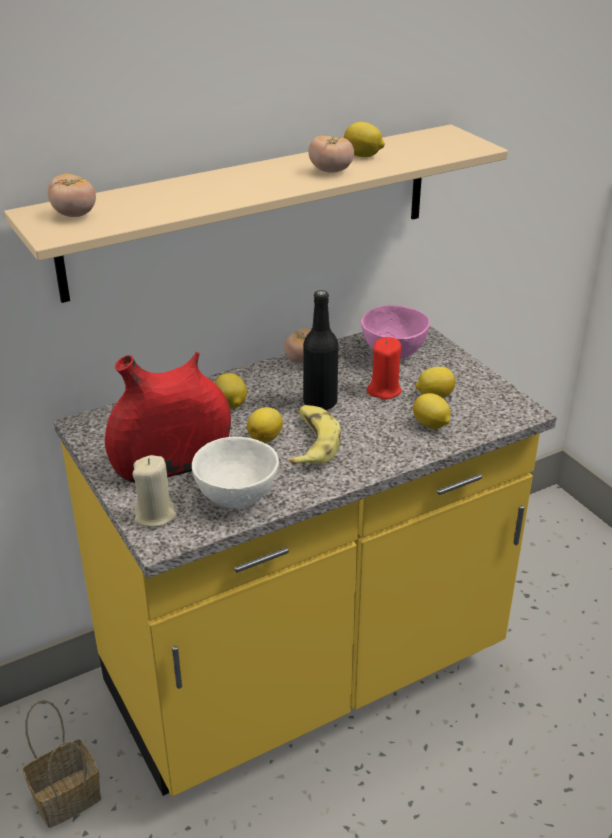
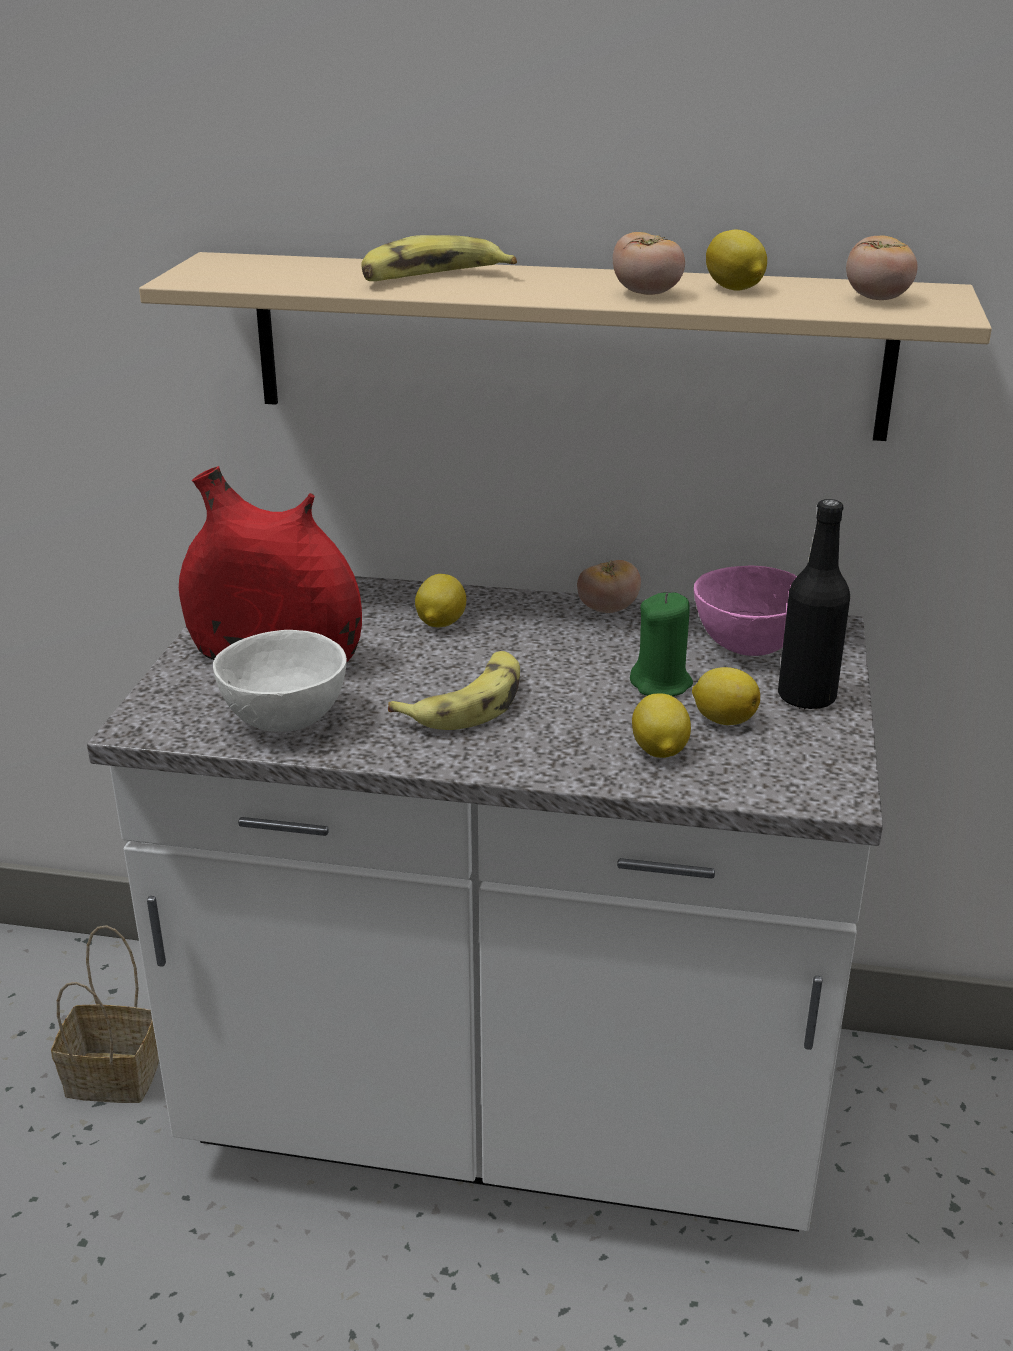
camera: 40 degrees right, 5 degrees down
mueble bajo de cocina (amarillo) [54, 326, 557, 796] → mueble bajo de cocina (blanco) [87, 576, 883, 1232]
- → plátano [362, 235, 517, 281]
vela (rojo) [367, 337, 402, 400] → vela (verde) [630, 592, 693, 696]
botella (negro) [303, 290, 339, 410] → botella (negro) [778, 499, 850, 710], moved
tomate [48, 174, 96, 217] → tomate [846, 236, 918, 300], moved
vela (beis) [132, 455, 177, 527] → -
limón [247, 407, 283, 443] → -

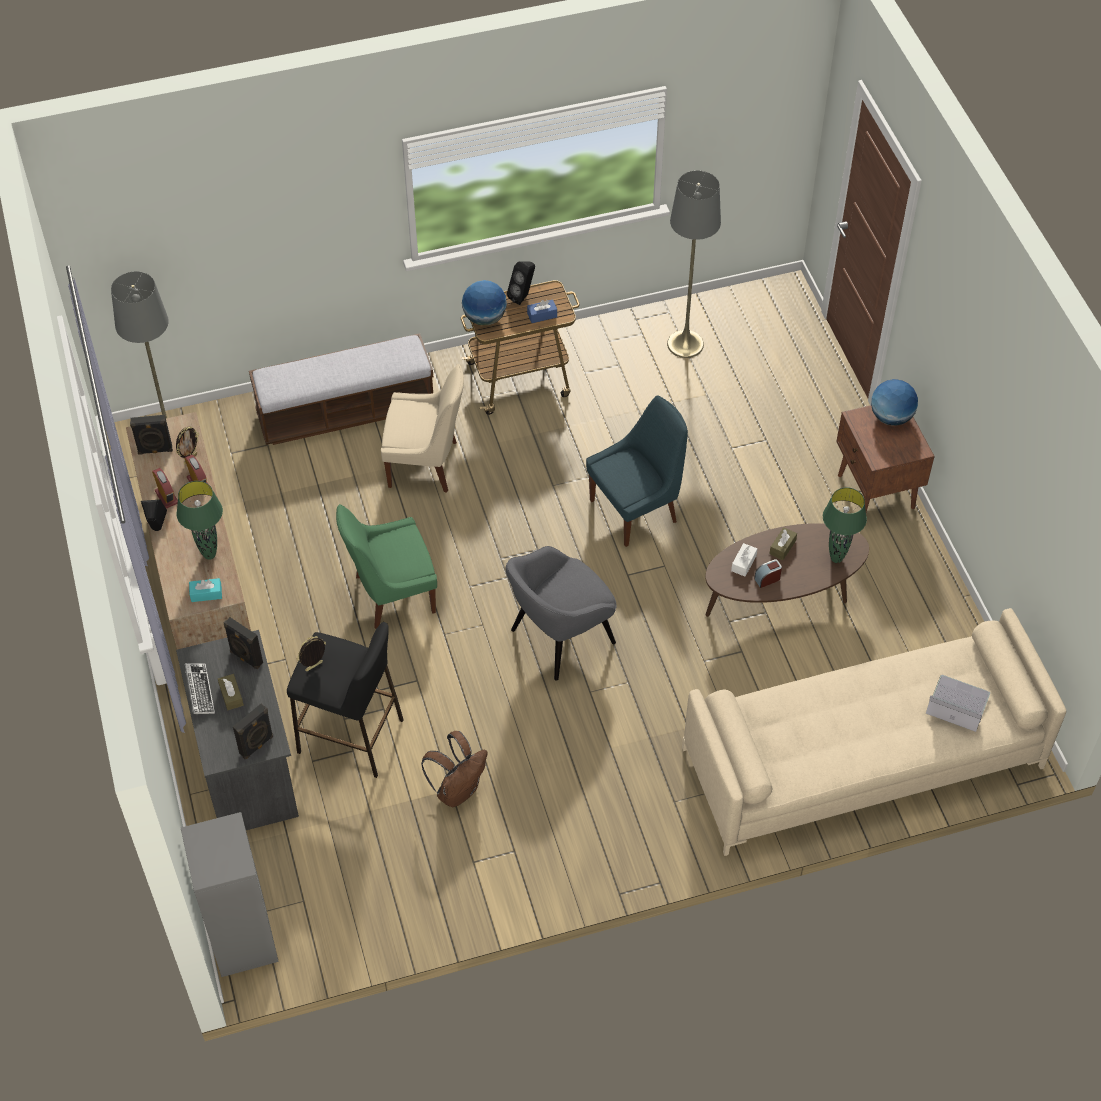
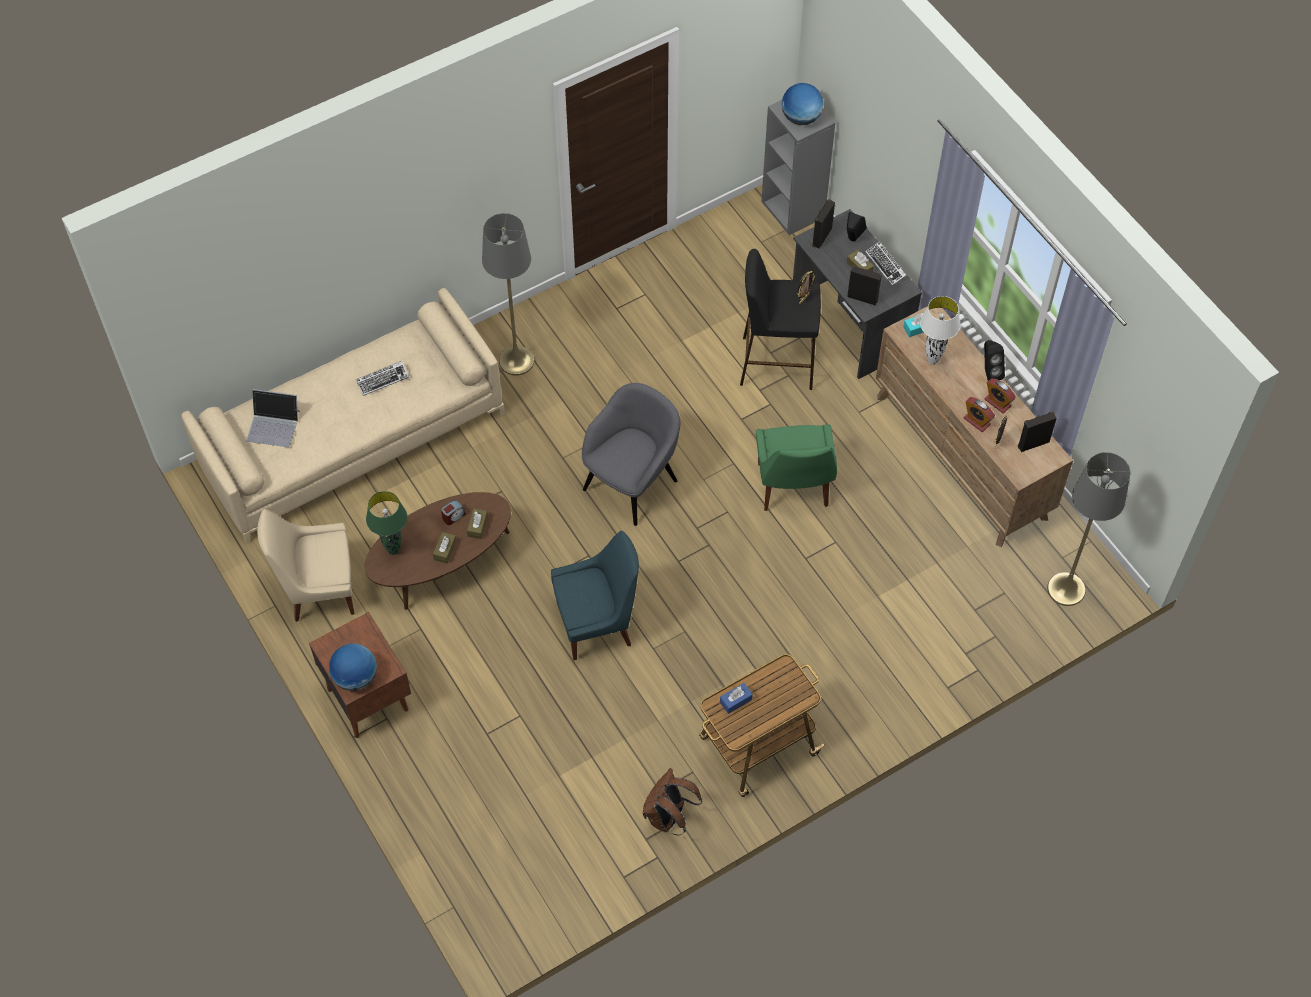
camera: 165 degrees right, 5 degrees up
silla (beis) [381, 364, 464, 493] → silla (beis) [257, 509, 354, 622], moved
- → teclado [356, 361, 409, 396]
caja de pañuelos (blanco) [731, 543, 757, 577] → caja de pañuelos (marrón) [467, 508, 488, 539]
lámpara de pie (gris) [667, 170, 721, 358] → lámpara de pie (gris) [482, 213, 534, 375], moved
silla (azul) [586, 395, 688, 547] → silla (azul) [551, 531, 639, 660], 150 degrees counterclockwise
mochila (marrón) [421, 731, 488, 808] → mochila (marrón) [643, 768, 702, 836], moved
silla (verde) [336, 504, 437, 629] → silla (verde) [756, 424, 837, 511], 120 degrees clockwise
globo terráqueo [462, 280, 507, 325] → globo terráqueo [782, 83, 823, 125], moved
altavoz (negro) [507, 261, 535, 305] → altavoz (negro) [847, 212, 867, 241], moved
lámpara de mesa (verde) [177, 481, 223, 560] → lámpara de mesa (blanco) [920, 296, 961, 365]
banco [249, 333, 433, 445] → -

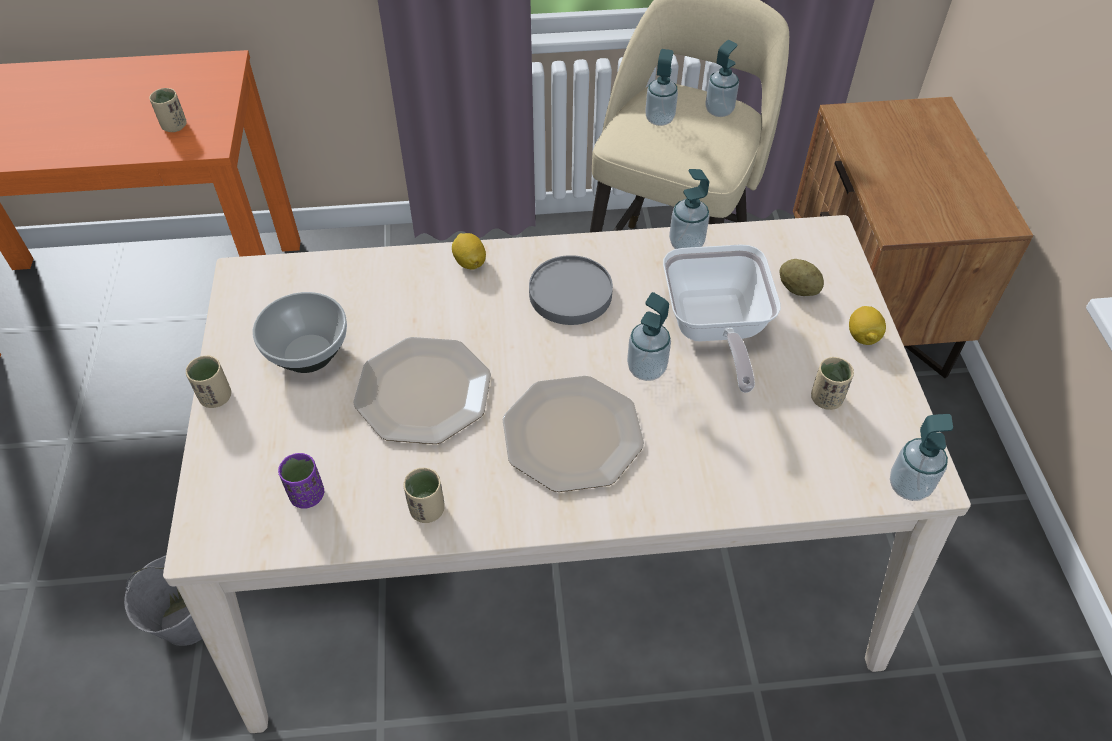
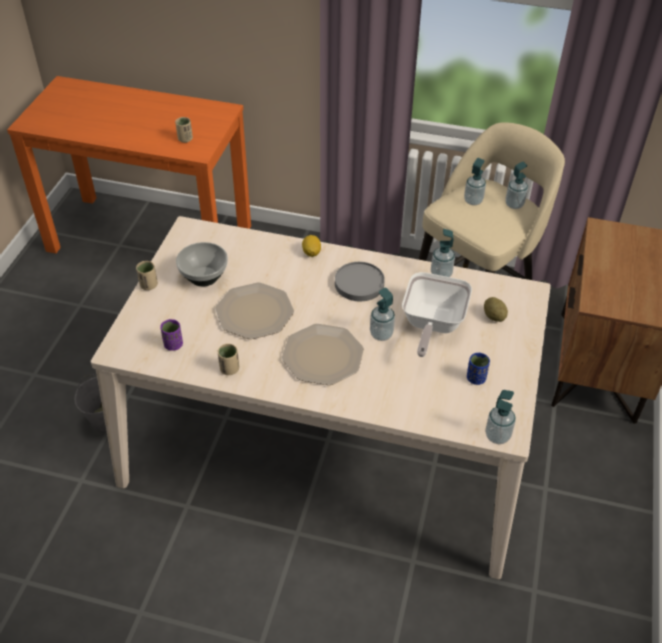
camera: 20 degrees right, 5 degrees down
taza (beis) [811, 357, 854, 410] → taza (azul) [467, 353, 490, 385]
limón [849, 306, 886, 345] → -

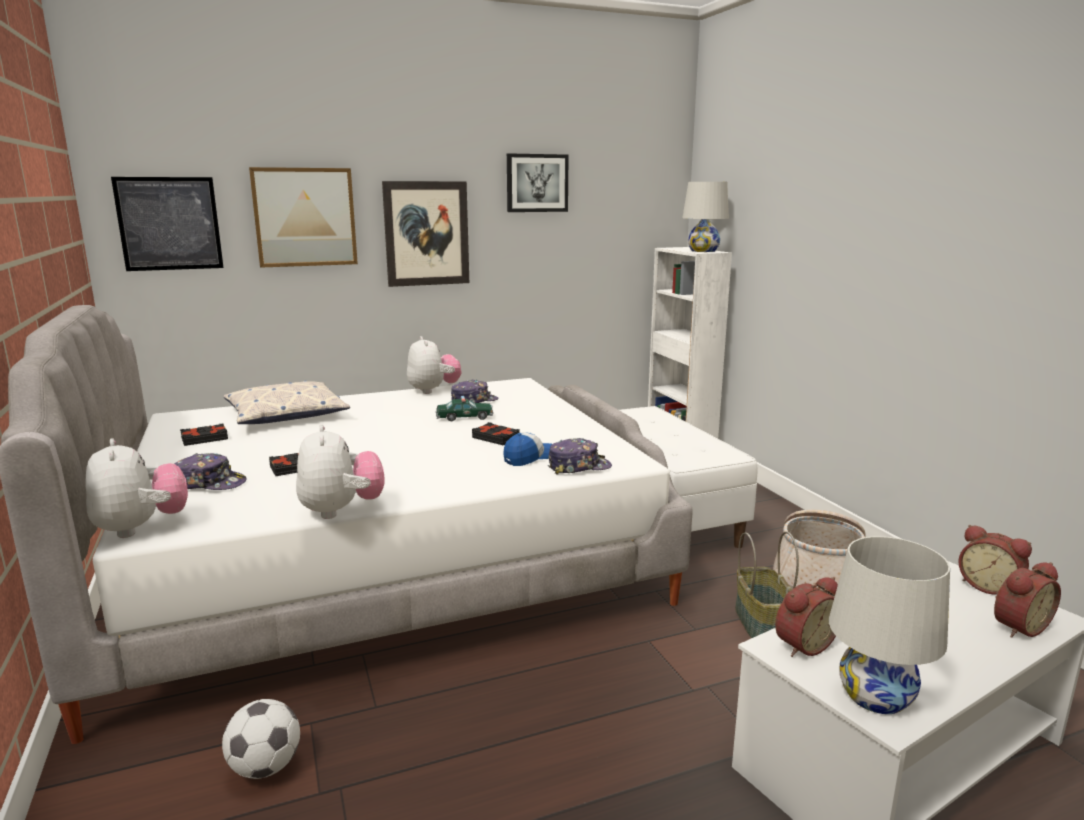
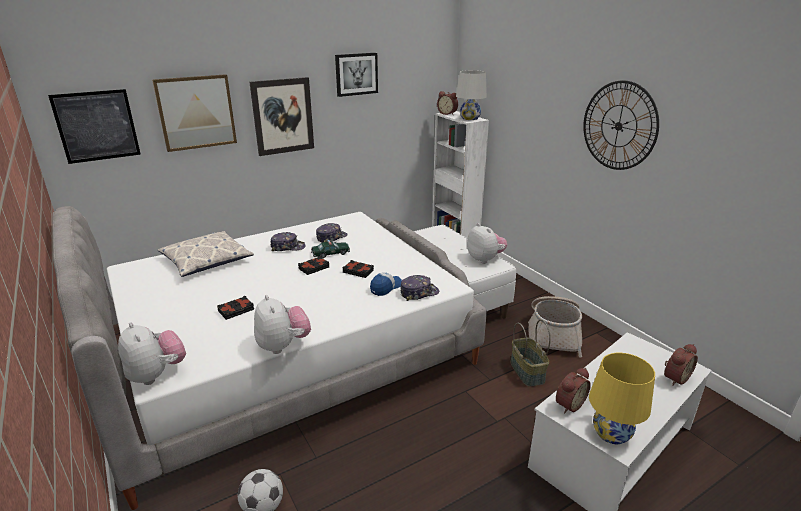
camera: 10 degrees left, 10 degrees up
gorra [175, 453, 247, 490] → gorra [271, 232, 306, 251], moved
libro (negro) [180, 423, 228, 446] → libro (negro) [298, 256, 329, 275], moved
despertador [958, 525, 1032, 595] → despertador [437, 91, 458, 115], moved
peluche [407, 336, 462, 394] → peluche [467, 223, 507, 264], moved
- → reloj de pared [583, 81, 659, 170]
lámpara de mesa (blanco) [829, 536, 950, 714] → lámpara de mesa (amarillo) [589, 353, 655, 444]

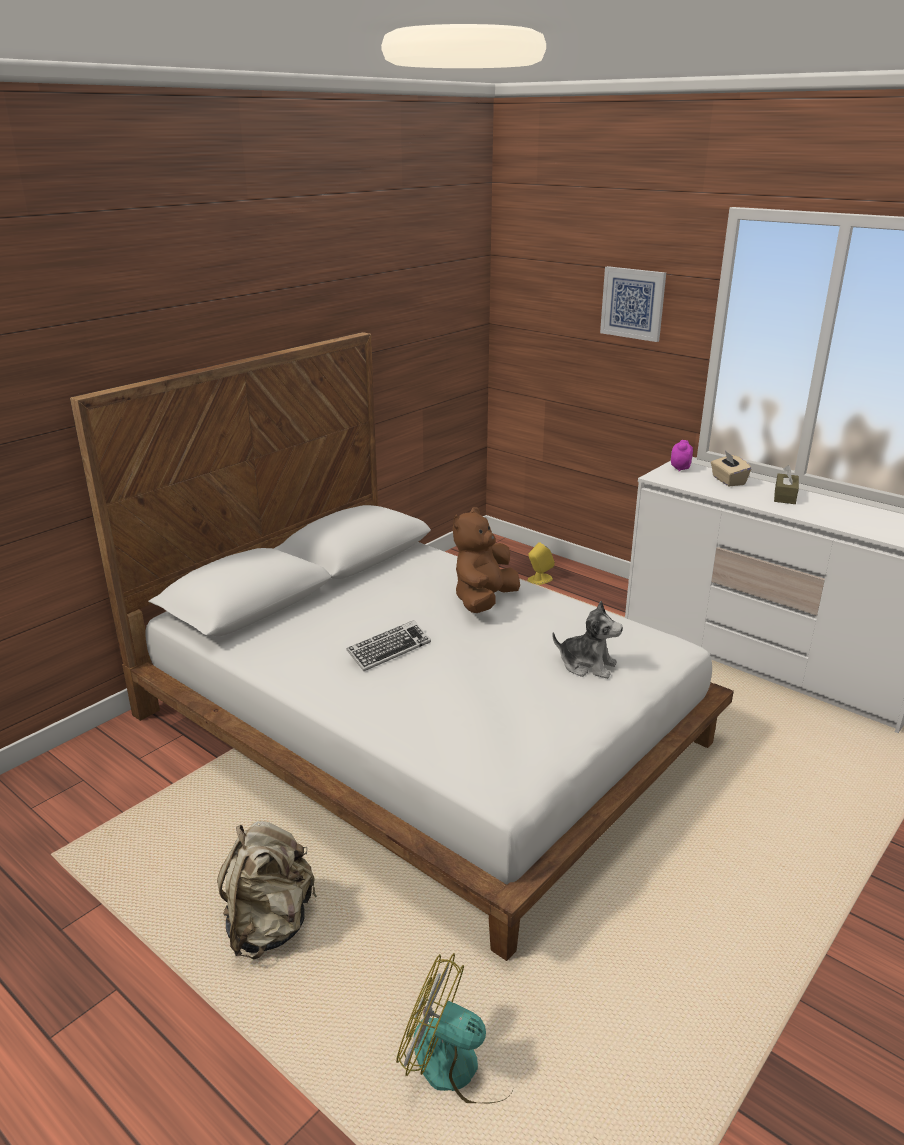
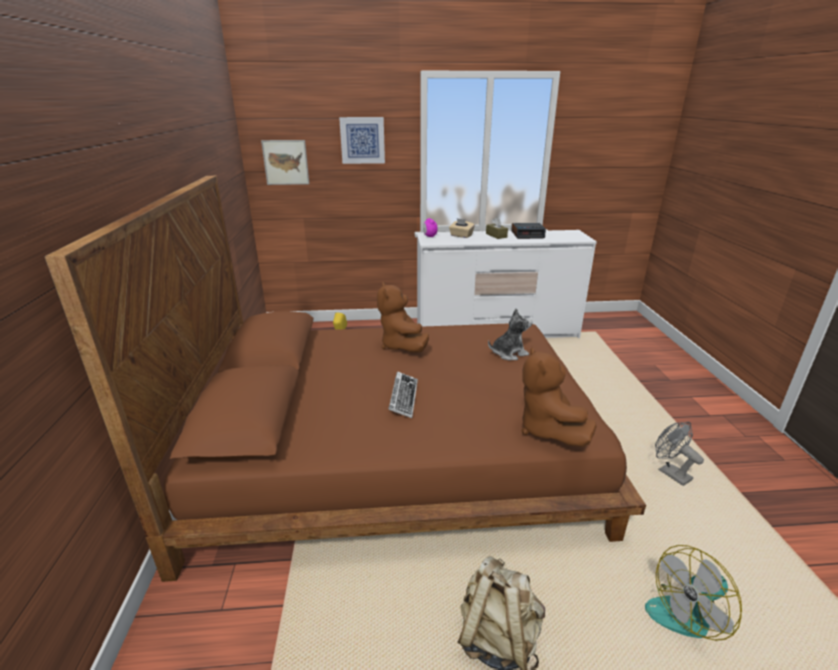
camera: 45 degrees left, 0 degrees up
cama (blanco) [70, 332, 734, 961] → cama (marrón) [44, 176, 646, 582]
- → cuadro [261, 140, 309, 185]
- → despertador [511, 223, 546, 239]
- → peluche (marrón) [521, 347, 597, 447]
- → ventilador (gris) [655, 422, 704, 486]

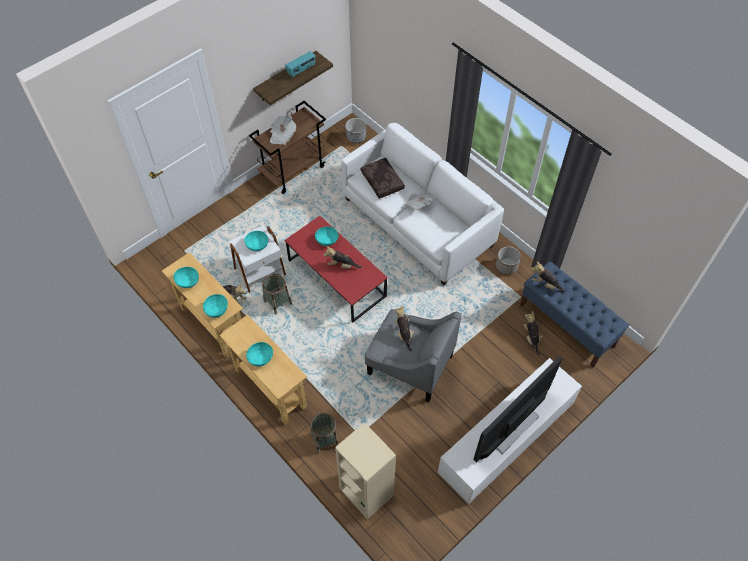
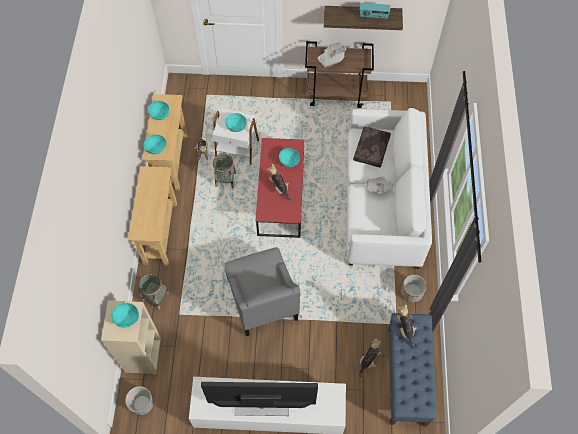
camera: 45 degrees right, 5 degrees up
cuenco (turquesa) [246, 342, 273, 366] → cuenco (turquesa) [111, 303, 139, 328], moved
maceta [345, 118, 367, 144] → maceta [125, 386, 154, 415], moved
peluche [395, 305, 415, 351] → -

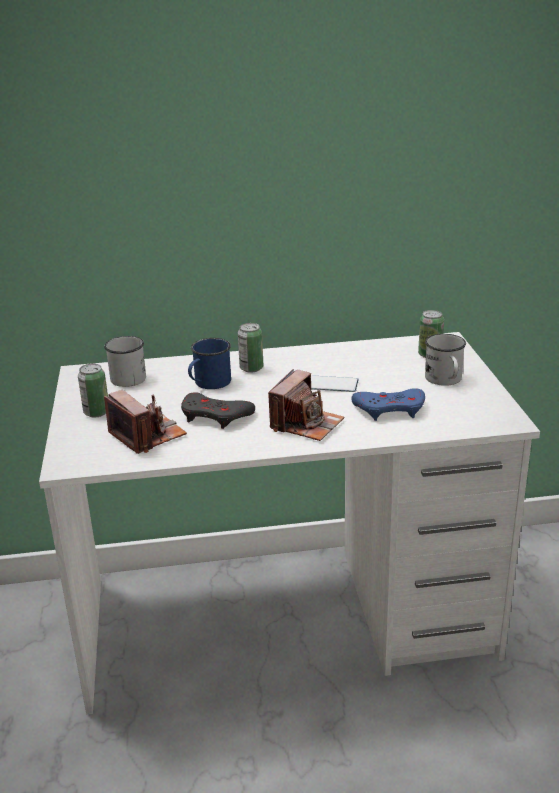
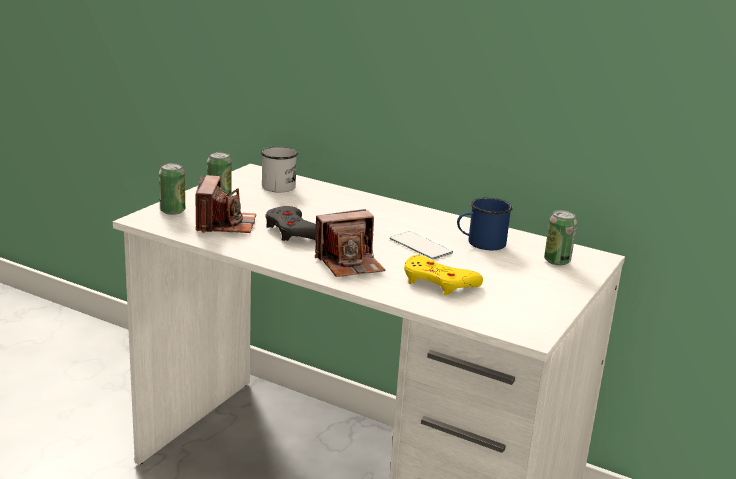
camera: 35 degrees right, 5 degrees down
lata [238, 323, 264, 373] → lata [159, 163, 185, 215], moved
mando de consola (azul) [351, 389, 425, 421] → mando de consola (amarillo) [404, 255, 483, 296]
taza grande (azul) [188, 338, 231, 389] → taza grande (azul) [457, 198, 513, 250], moved
taza grande (blanco) [425, 334, 466, 386] → -

